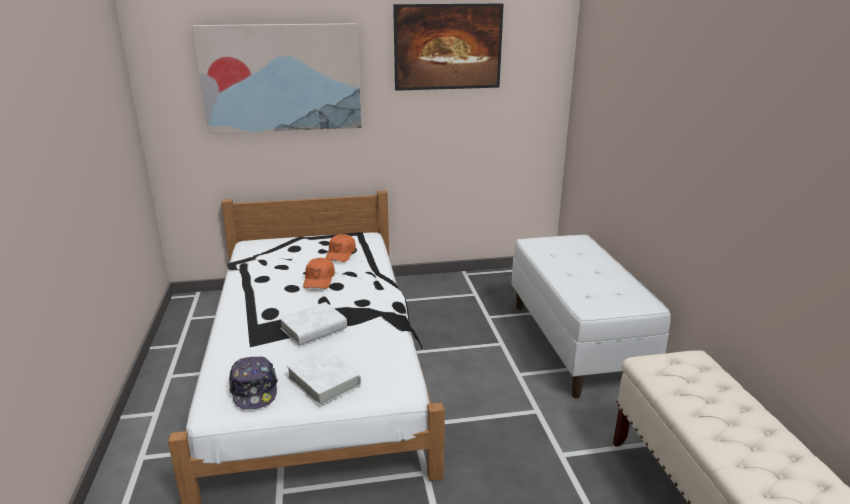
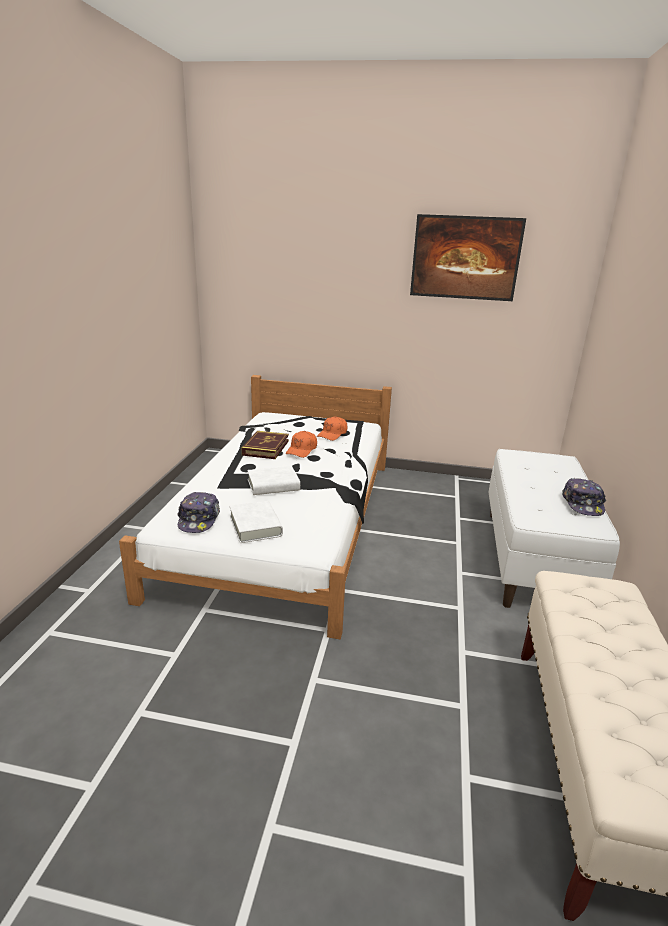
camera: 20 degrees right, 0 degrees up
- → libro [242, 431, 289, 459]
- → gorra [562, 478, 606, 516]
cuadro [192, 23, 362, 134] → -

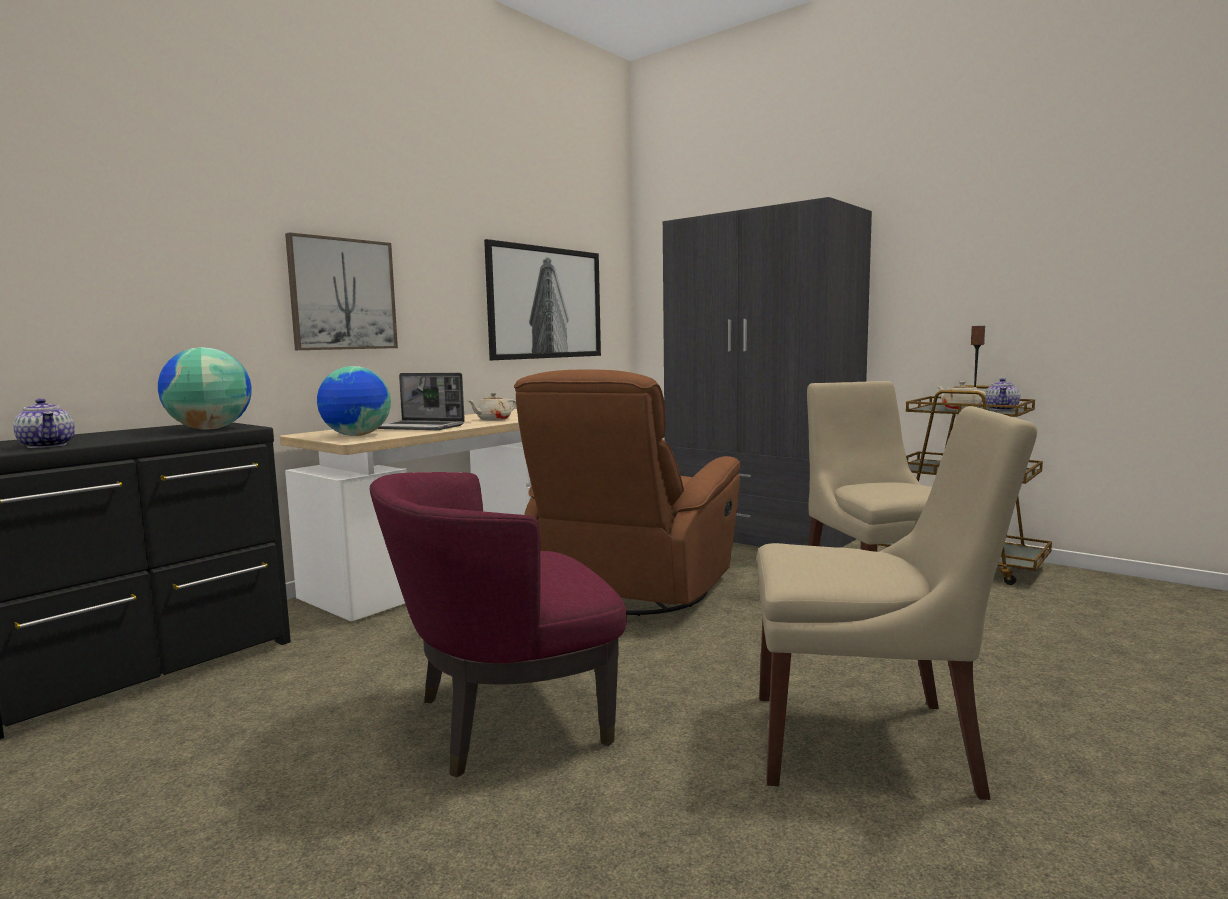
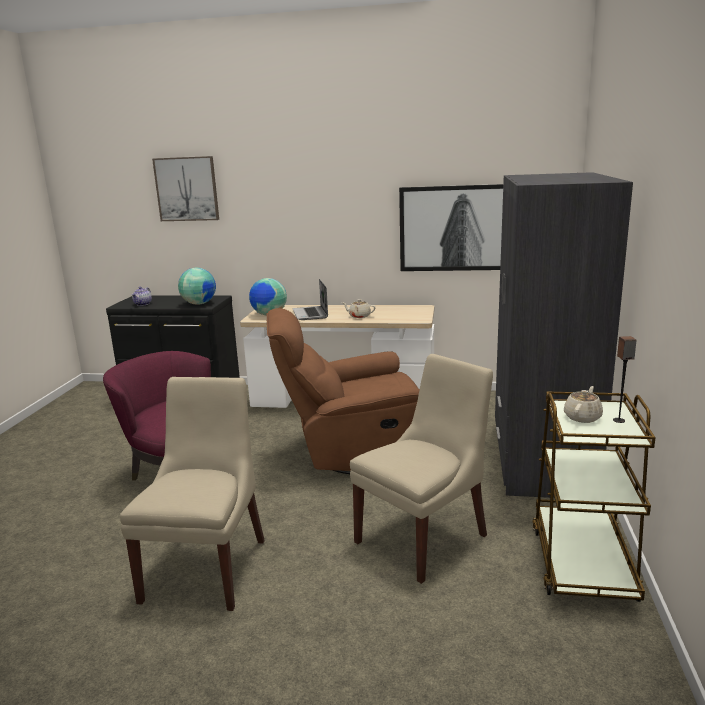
camera: 60 degrees right, 10 degrees up
silla (beis) [757, 406, 1037, 800] → silla (beis) [120, 377, 265, 611], 150 degrees counterclockwise
cuadro [285, 232, 398, 350] → cuadro [152, 156, 219, 221], moved
tetera [985, 378, 1020, 410] → -

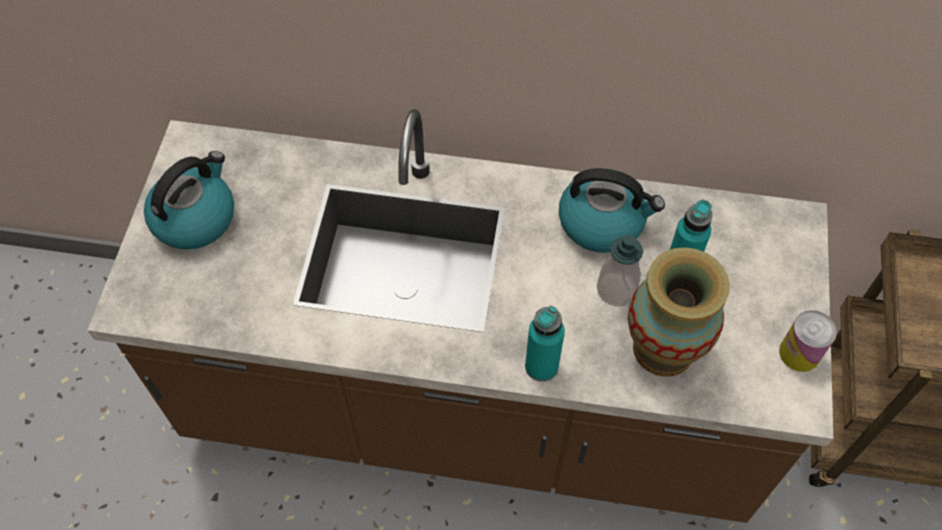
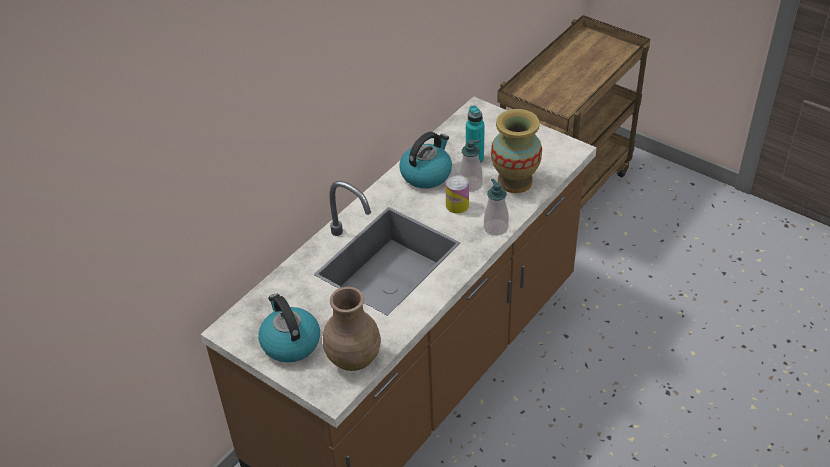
camera: 60 degrees left, 15 degrees down
- → florero (marrón) [323, 287, 381, 371]
lata [779, 310, 837, 372] → lata [445, 175, 469, 214], moved
botella (turquesa) [525, 306, 565, 382] → dispensador de jabón [484, 178, 509, 236]

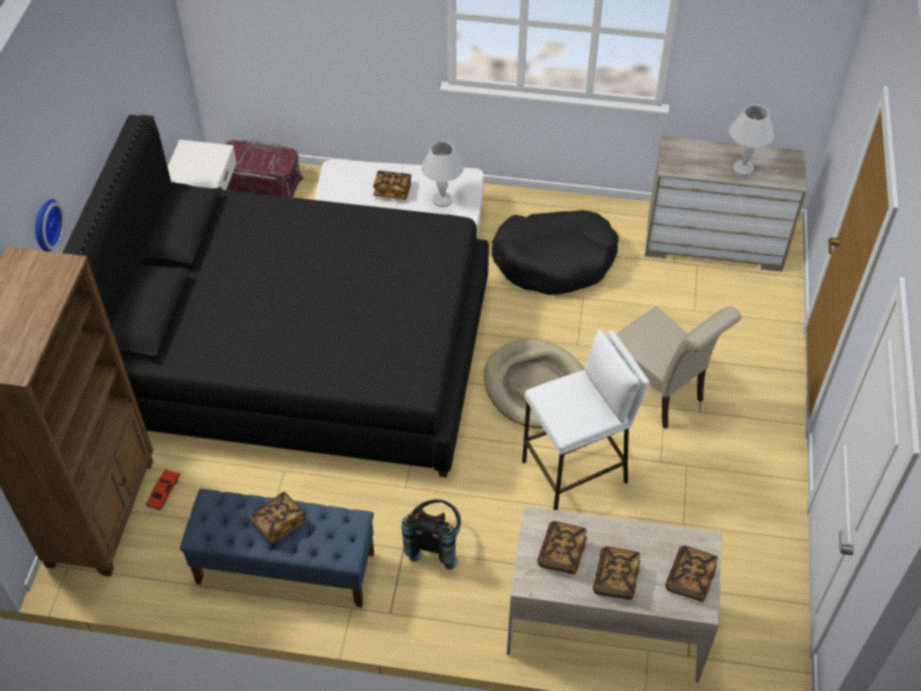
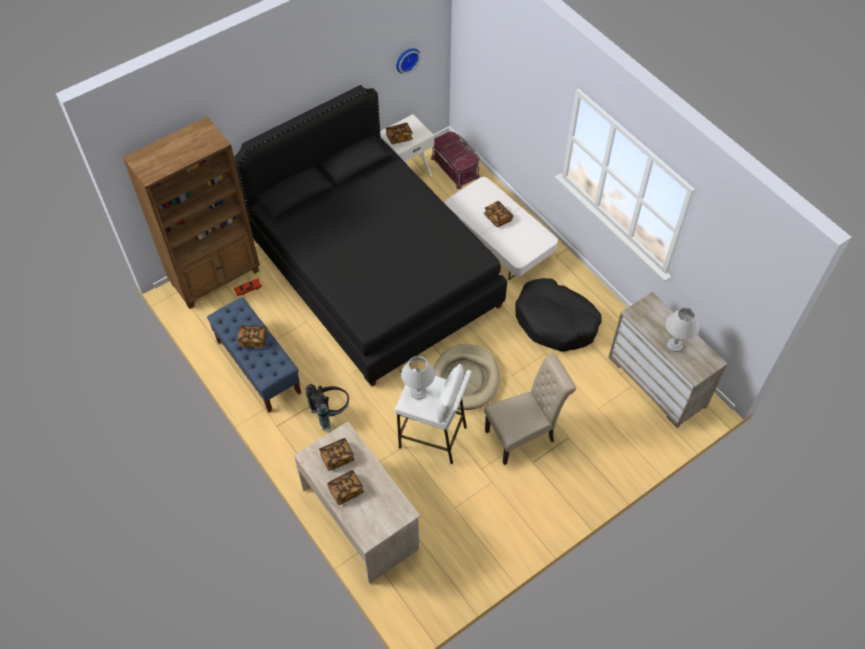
camera: 45 degrees right, 5 degrees up
libro [665, 546, 718, 602] → libro [386, 123, 413, 144], moved
reloj de pared [35, 199, 65, 252] → reloj de pared [396, 48, 420, 74], moved
lámpara de mesa (blanco) [421, 141, 464, 207] → lámpara de mesa (blanco) [401, 356, 435, 400], moved
silla (beis) [616, 306, 741, 429] → silla (beis) [484, 354, 576, 465], 120 degrees counterclockwise

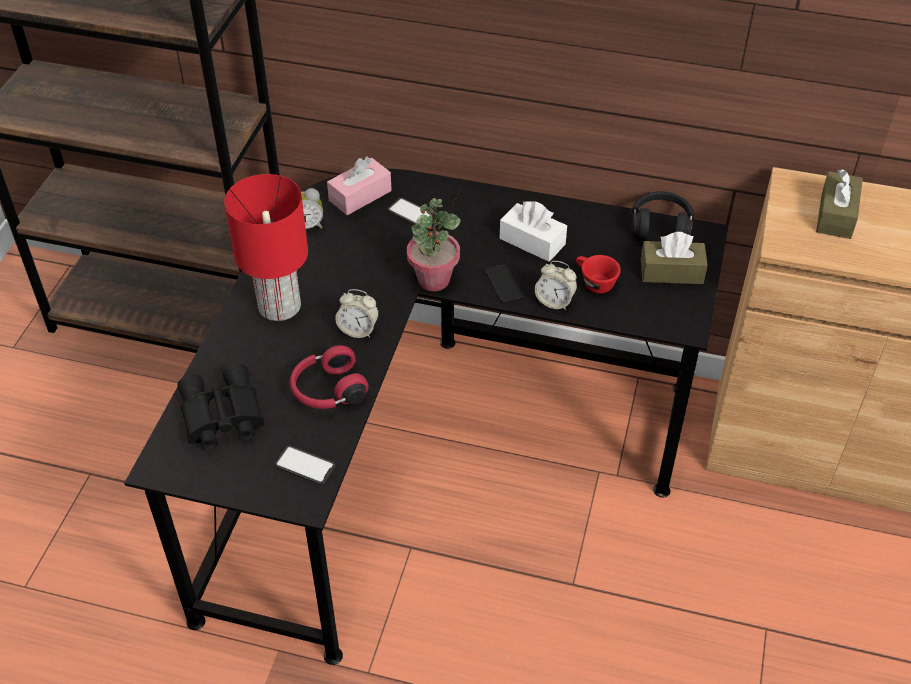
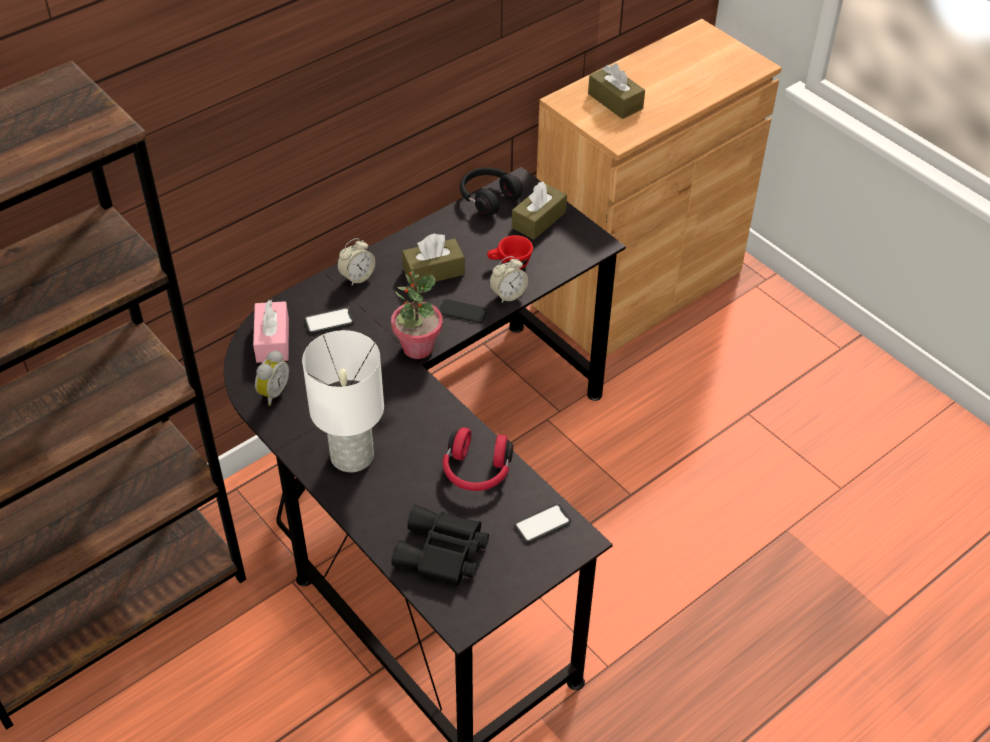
camera: 55 degrees left, 0 degrees up
lámpara de mesa (rojo) [224, 174, 308, 321] → lámpara de mesa (blanco) [302, 330, 384, 472]
despertador [335, 289, 379, 338] → despertador [337, 238, 375, 285], moved
caja de pañuelos (blanco) [500, 201, 567, 262] → caja de pañuelos (marrón) [402, 234, 465, 286]

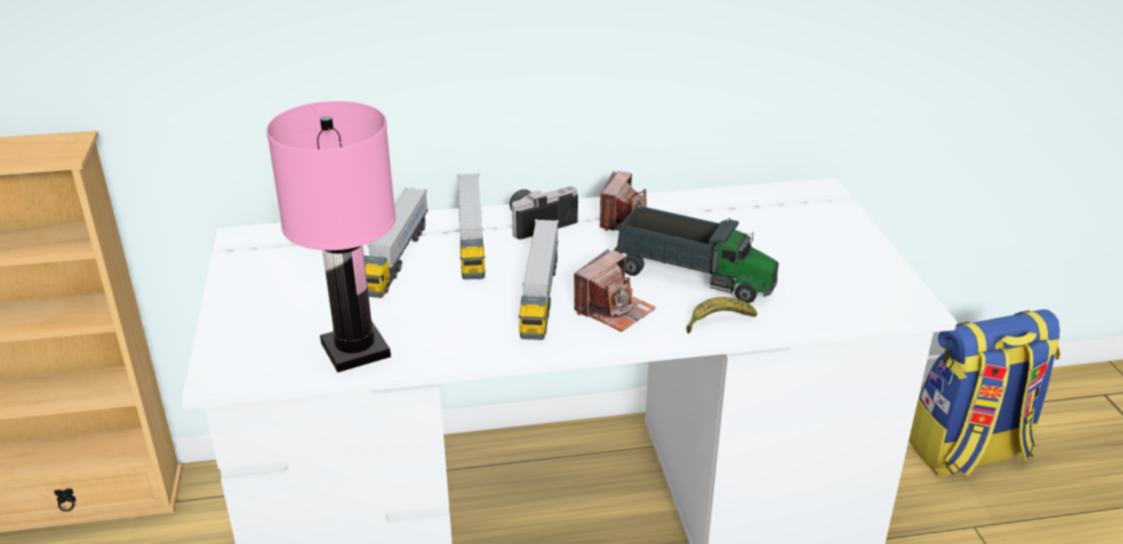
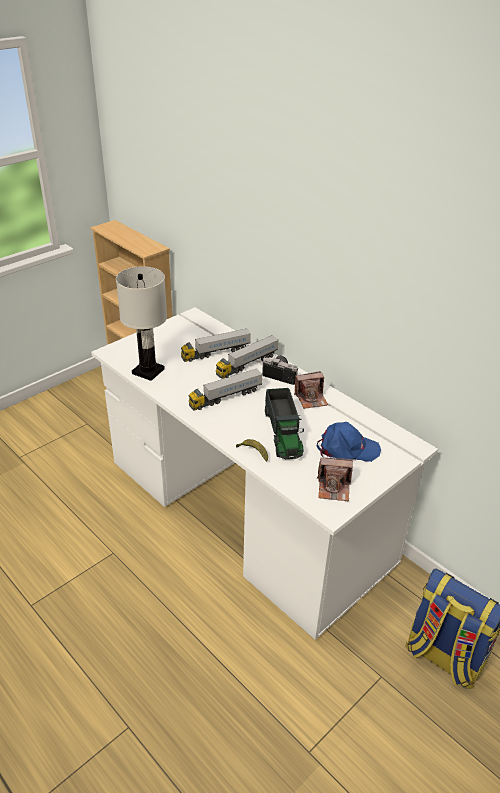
camera: 55 degrees right, 5 degrees up
lámpara de mesa (rosa) [266, 101, 396, 372] → lámpara de mesa (blanco) [116, 266, 167, 381]
- → gorra (azul) [316, 422, 381, 462]
cámara [574, 249, 656, 332] → cámara [317, 458, 353, 501], moved

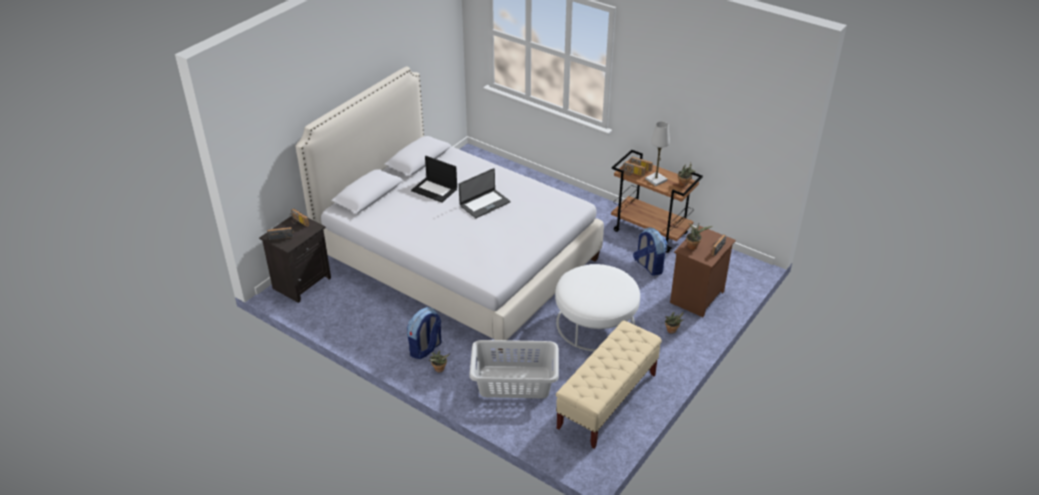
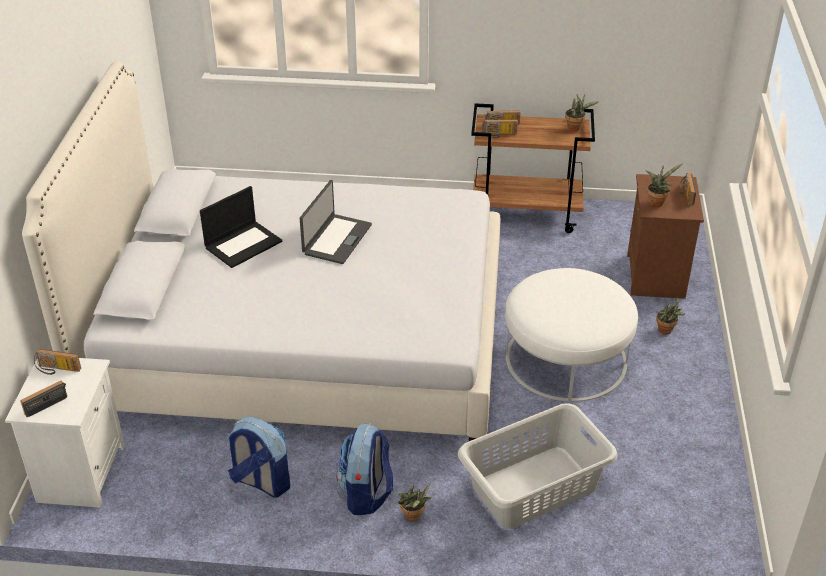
camera: 30 degrees left, 0 degrees up
mesita de noche (negro) [259, 217, 331, 303] → mesita de noche (blanco) [5, 358, 125, 508]
portátil [411, 156, 457, 203] → portátil [200, 186, 282, 268], 45 degrees counterclockwise
mochila [633, 228, 667, 276] → mochila [228, 417, 290, 498], moved
banco (beis) [556, 321, 662, 449] → -
lámpara de mesa (blanco) [645, 121, 670, 186] → -

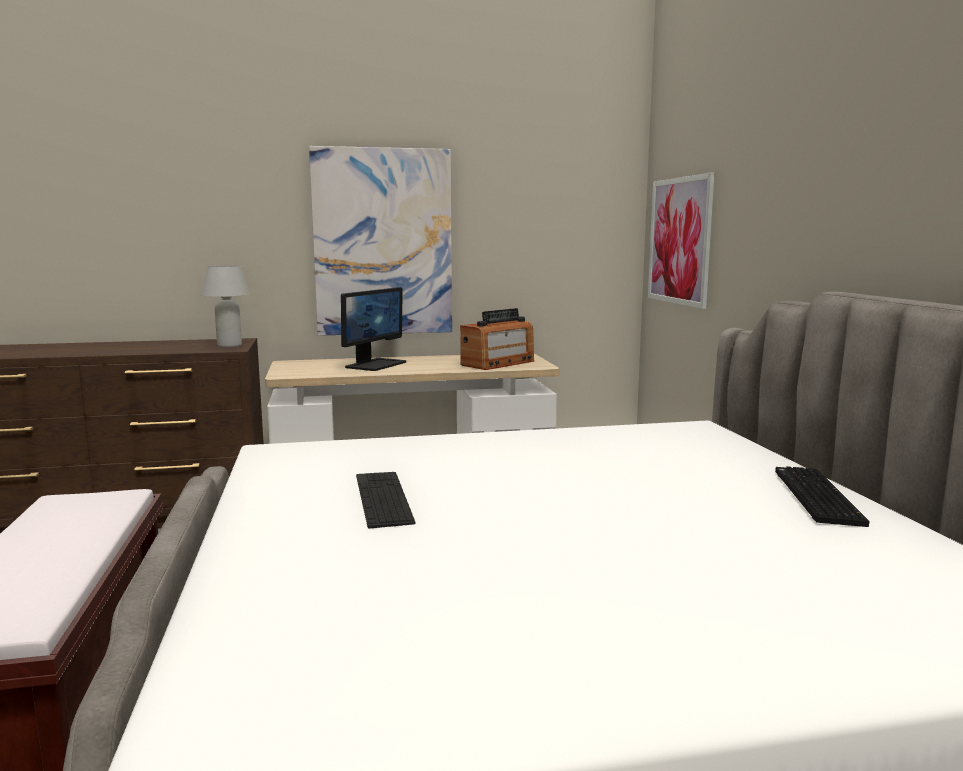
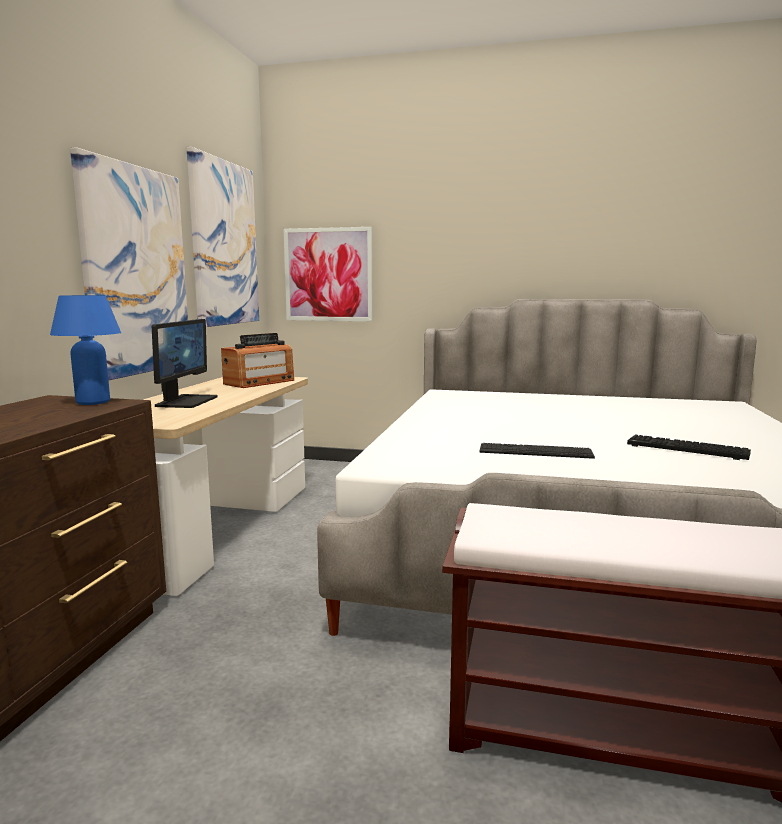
camera: 65 degrees left, 0 degrees up
lámpara de mesa (blanco) [201, 266, 251, 348] → lámpara de mesa (azul) [50, 295, 121, 405]
monitor [341, 287, 406, 371] → monitor [152, 319, 218, 408], 45 degrees clockwise
- → cuadro [187, 147, 259, 327]
radio [460, 308, 534, 370] → radio [221, 333, 294, 388], 60 degrees clockwise
teclado [775, 466, 870, 527] → teclado [627, 435, 751, 460], moved

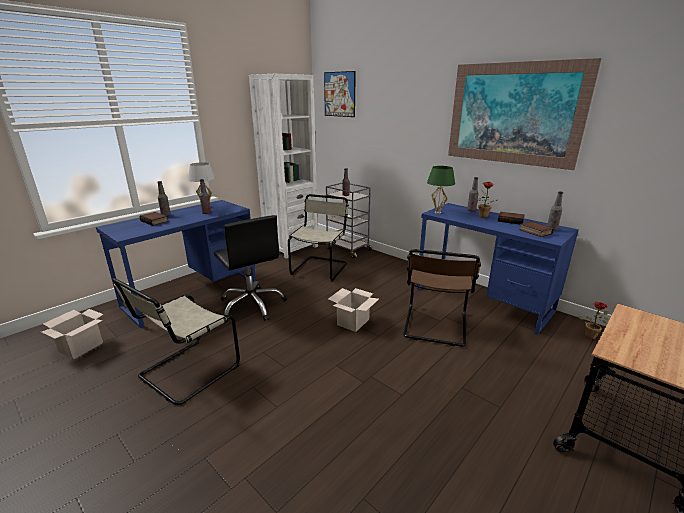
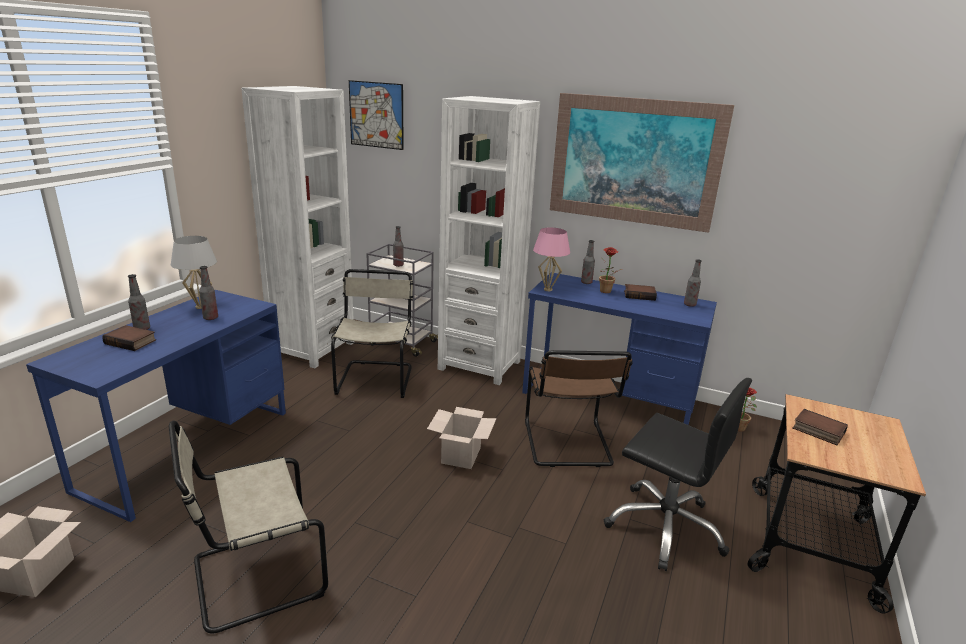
camera: 20 degrees left, 0 degrees up
silla (beis) [112, 278, 240, 405] → silla (beis) [169, 421, 328, 634], 45 degrees clockwise
- → estantería (blanco) [438, 96, 540, 385]
lámpara de mesa (verde) [427, 166, 455, 214] → lámpara de mesa (rosa) [533, 227, 570, 291]
silla de oficina (negro) [214, 215, 287, 321] → silla de oficina (negro) [604, 378, 752, 571], moved
libro [519, 221, 554, 237] → libro [793, 409, 848, 445], moved

